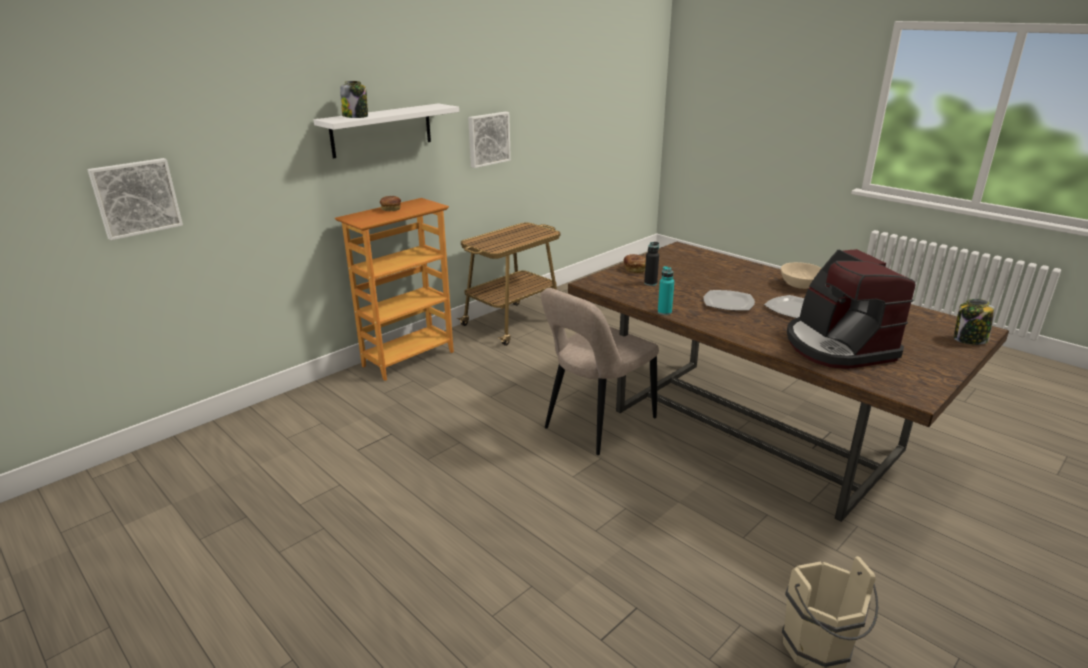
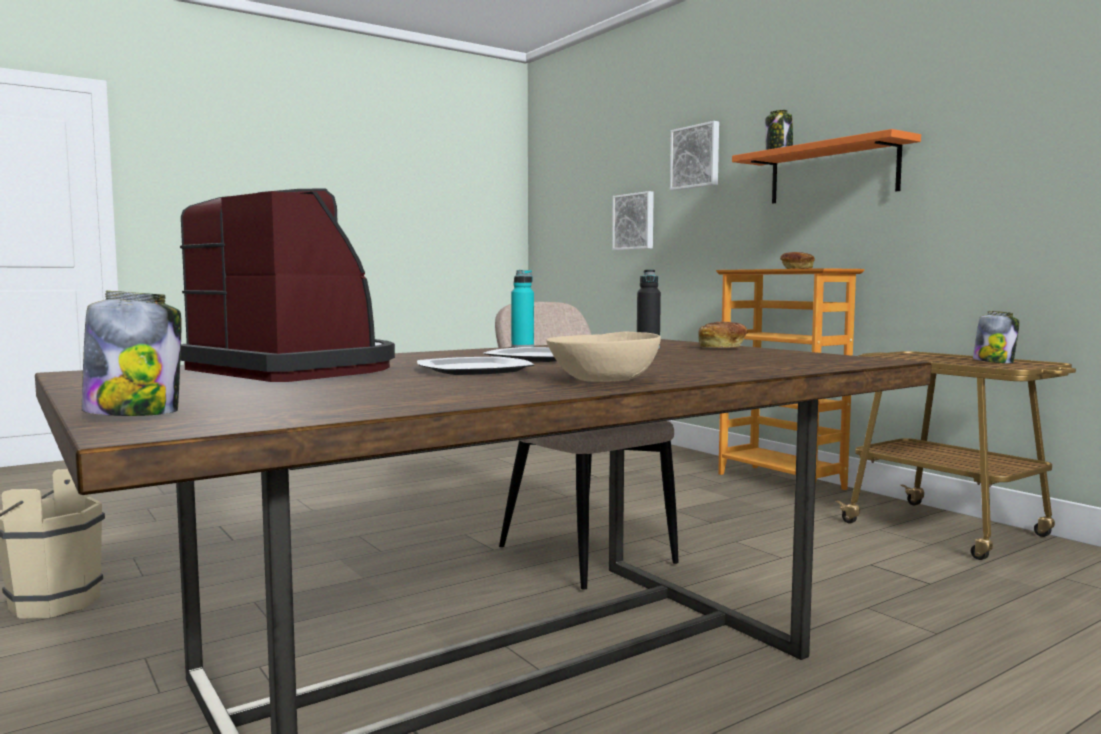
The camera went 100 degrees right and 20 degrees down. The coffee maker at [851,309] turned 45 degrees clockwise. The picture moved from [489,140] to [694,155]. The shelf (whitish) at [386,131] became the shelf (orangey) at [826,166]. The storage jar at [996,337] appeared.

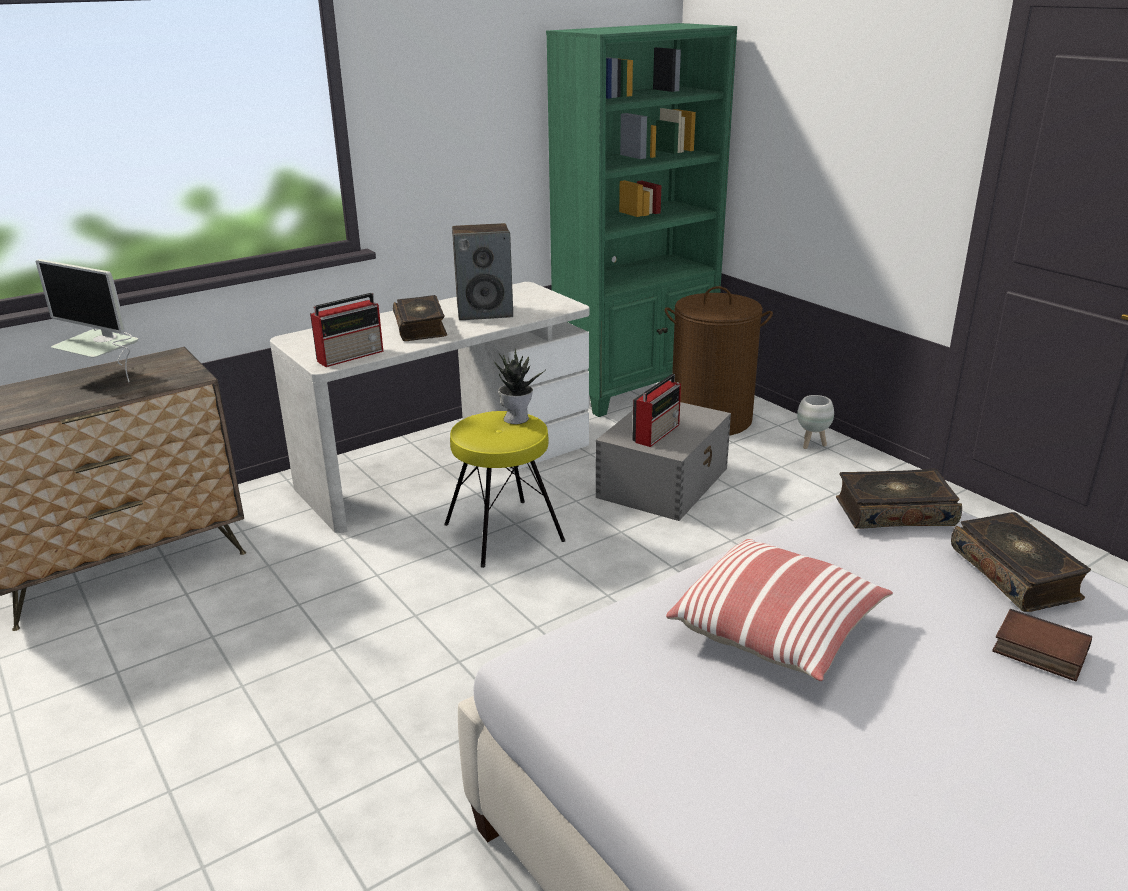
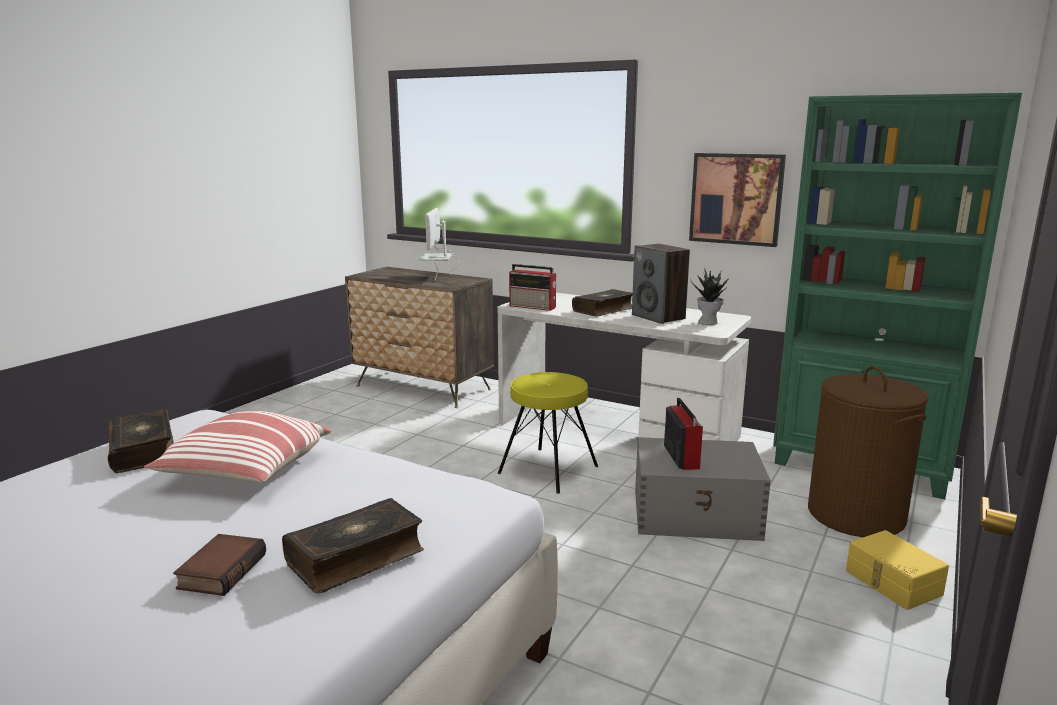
The camera went 65 degrees right and 10 degrees down. The volume moved from [899,498] to [141,440]. The radio receiver at [656,410] turned 105 degrees counterclockwise. The picture at [737,200] appeared. The potted plant moved from [518,386] to [710,296]. The flower pot (whitish) at [815,422] was replaced by the storage bin (yellow) at [897,570].

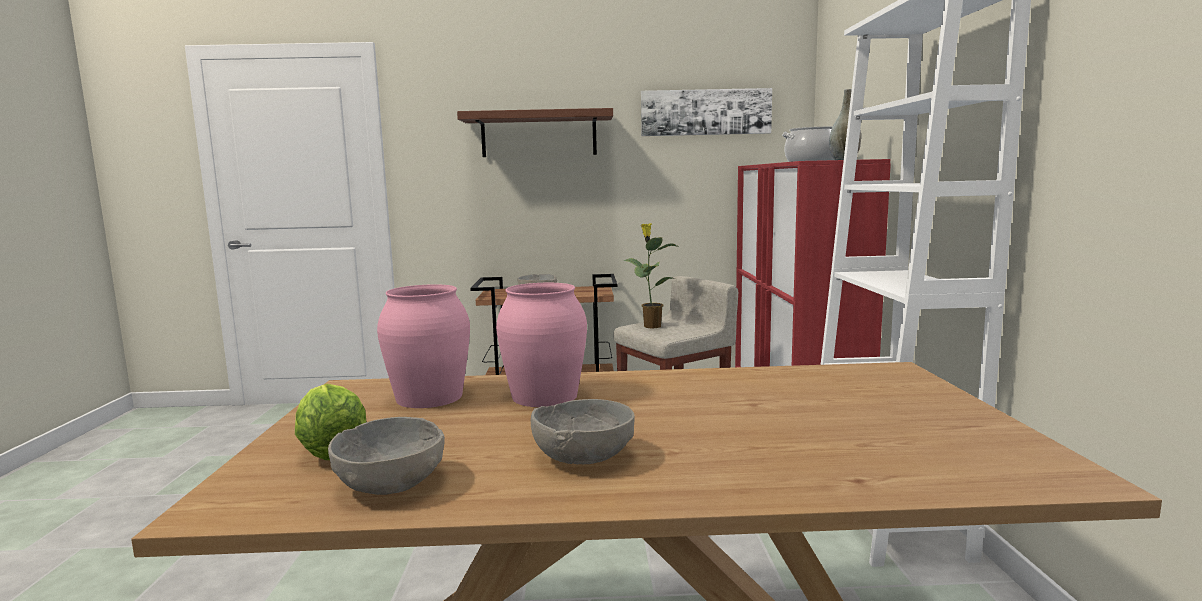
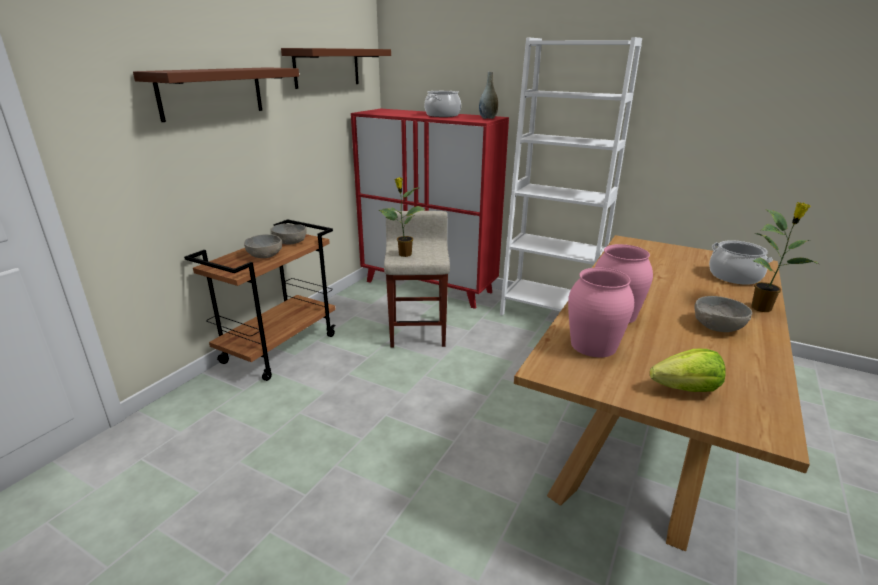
The camera went 60 degrees left and 15 degrees up. The bowl (greyish) moved from [386,456] to [289,234]. The picture at [706,112] was replaced by the shelf (brown-coloured) at [336,68]. The saucepot at [741,262] appeared. The potted plant at [785,257] appeared.

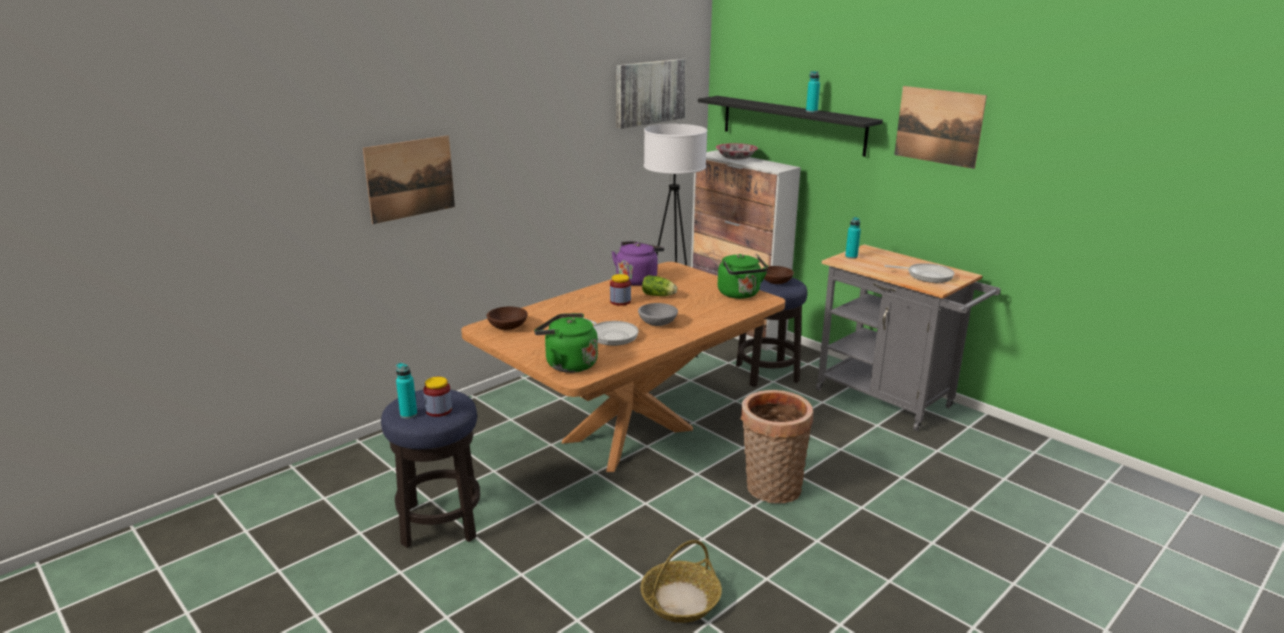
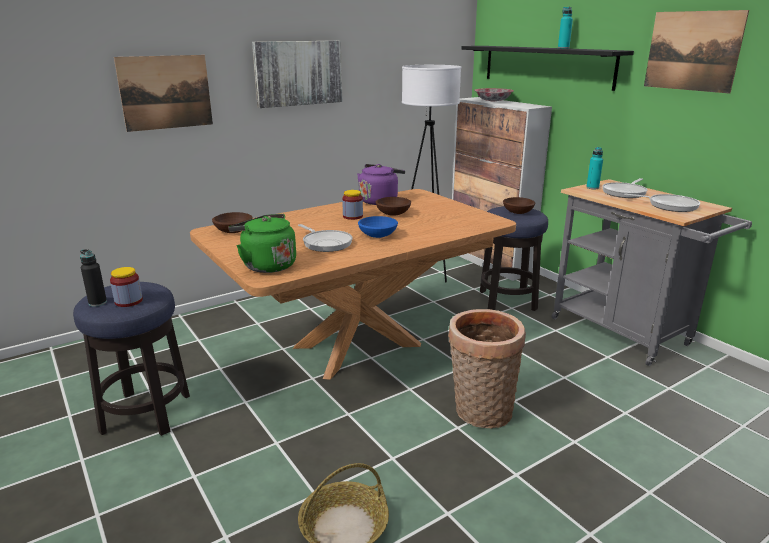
The camera went 10 degrees right and 0 degrees up. The bottle (turquoise) at [406,391] became the bottle (blackish) at [93,278]. The picture moved from [652,94] to [297,74]. The bowl (greyish) at [658,314] became the bowl (blue) at [378,227]. The lettuce head at [659,285] was replaced by the bowl (brown-coloured) at [393,206]. The frying pan at [625,188] appeared. The water kettle (green-coloured) at [743,276] disappeared.

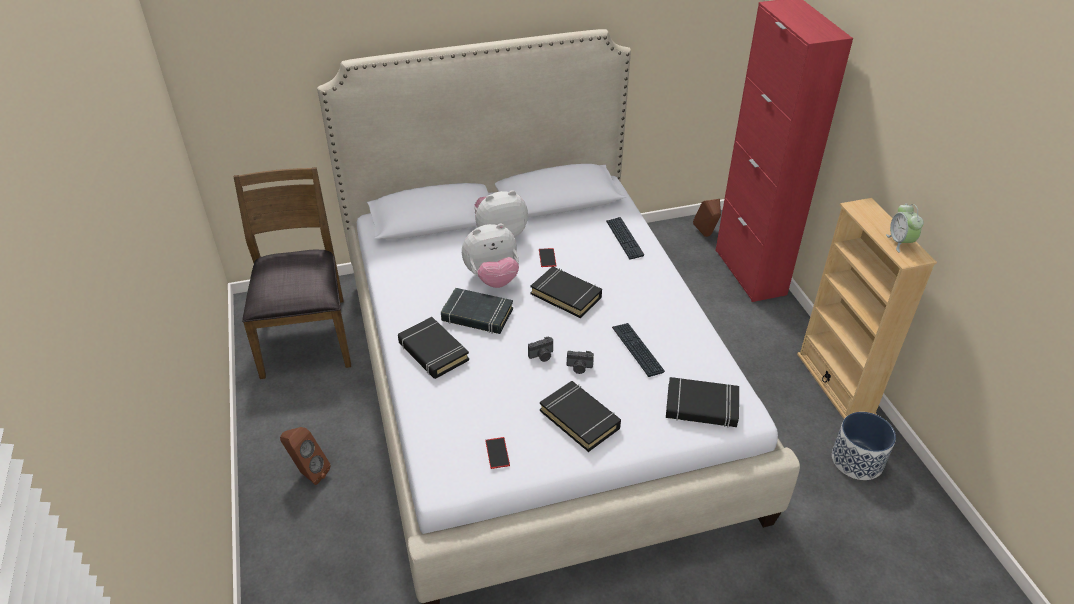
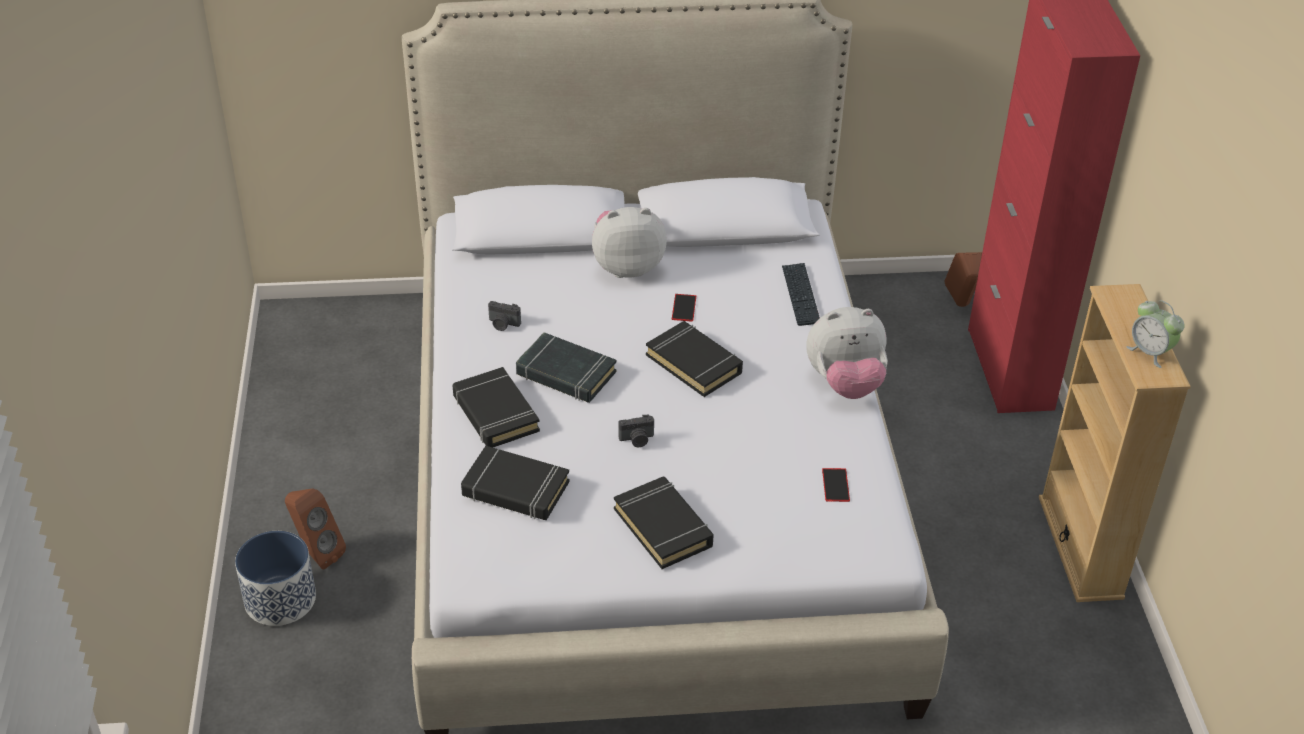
The camera went 10 degrees right and 0 degrees up. The flower pot moved from [864,446] to [275,578]. The volume (blackish) moved from [702,402] to [515,483]. The photo camera moved from [580,362] to [504,316]. The cuddly toy moved from [490,256] to [847,353]. The phone moved from [497,453] to [836,485]. The alarm clock at [905,228] turned 45 degrees counterclockwise. The chair (brown-coloured) at [292,273] disappeared. The PC keyboard at [638,350] disappeared.

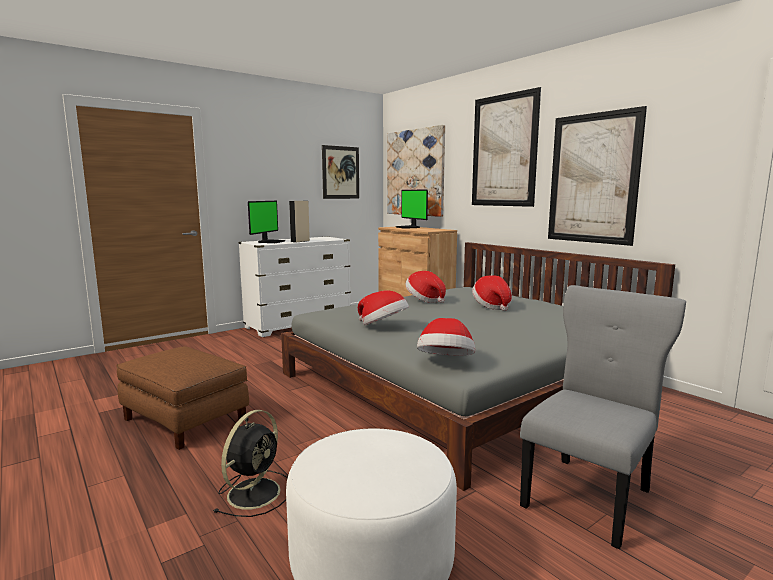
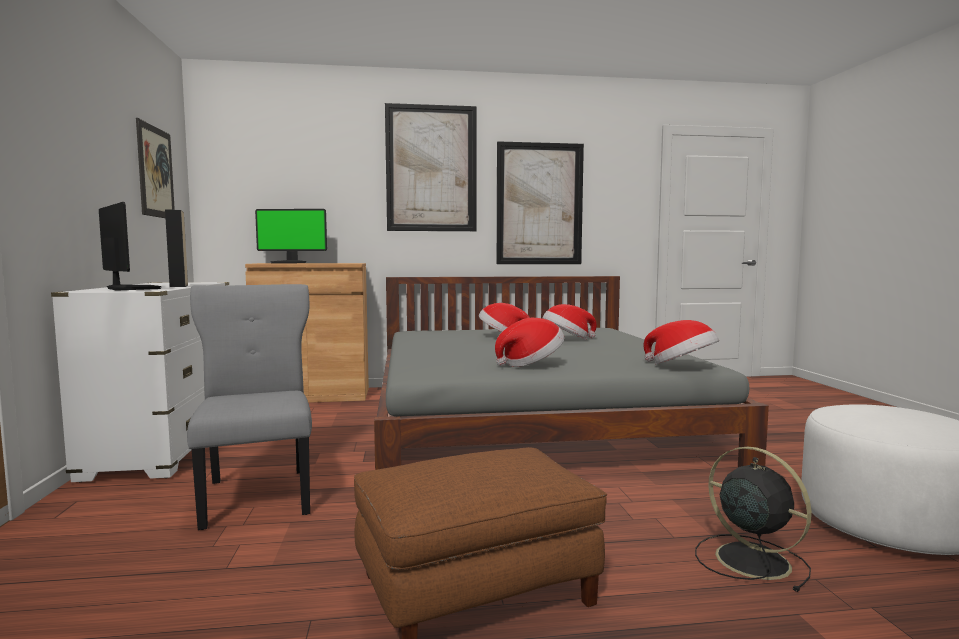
The camera went 60 degrees left and 5 degrees down. The chair (greyish) moved from [603,417] to [249,407]. The clothing hat moved from [425,287] to [570,322]. The picture at [416,171] disappeared.

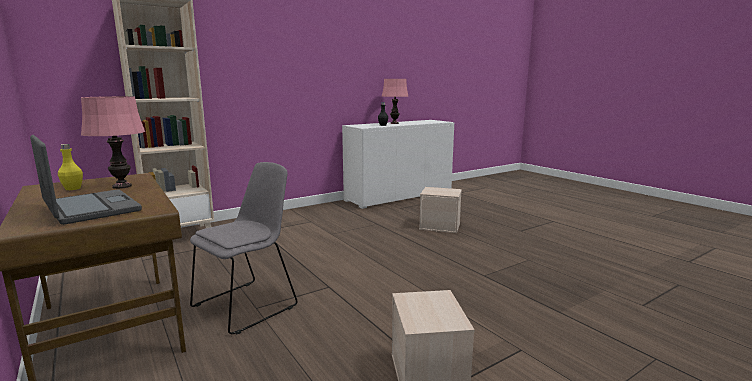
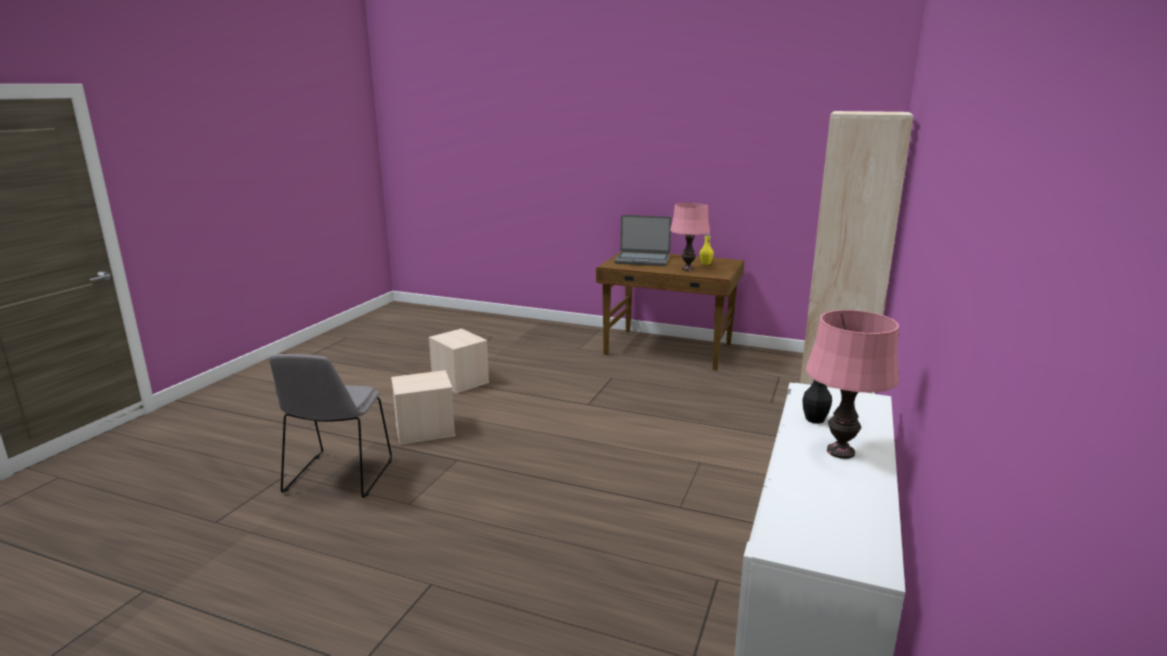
The camera went 145 degrees right and 5 degrees up. The chair (greyish) moved from [243,248] to [330,426]. The storage bin (beige) moved from [440,210] to [423,407].

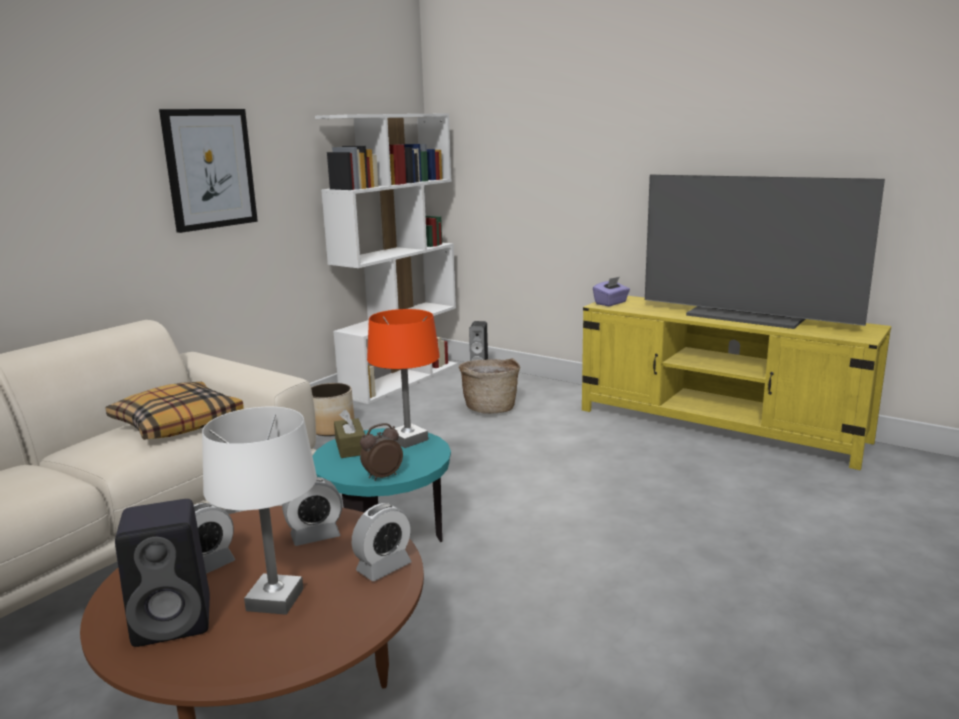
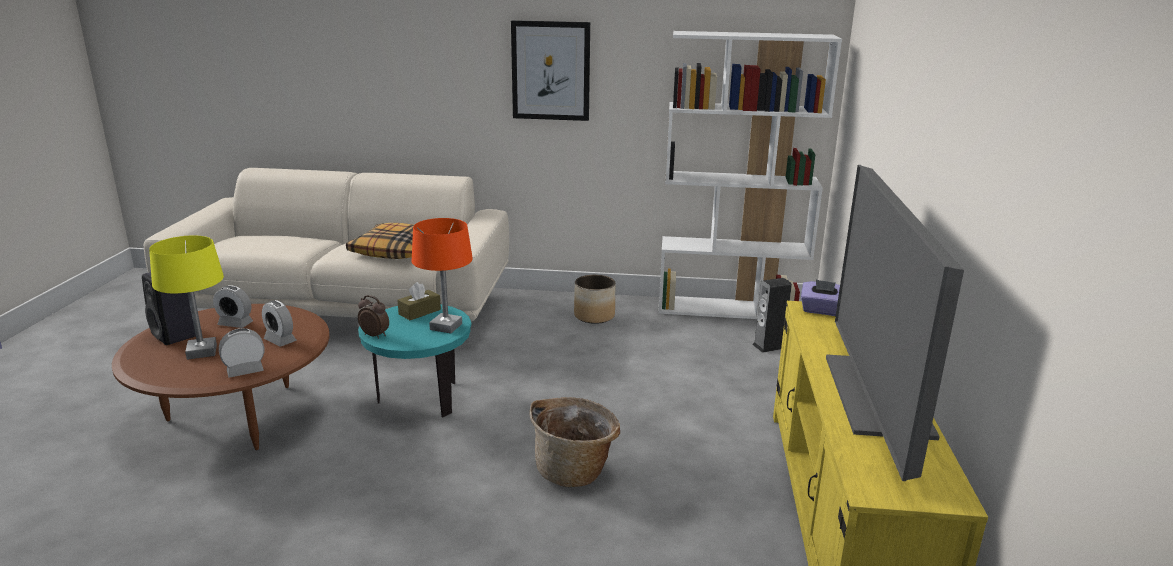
The camera went 60 degrees right and 5 degrees up. The tabletop lamp (whitish) at [259,511] became the tabletop lamp (yellow) at [186,297]. The alarm clock at [382,542] turned 135 degrees clockwise. The household basket moved from [489,386] to [574,442].

